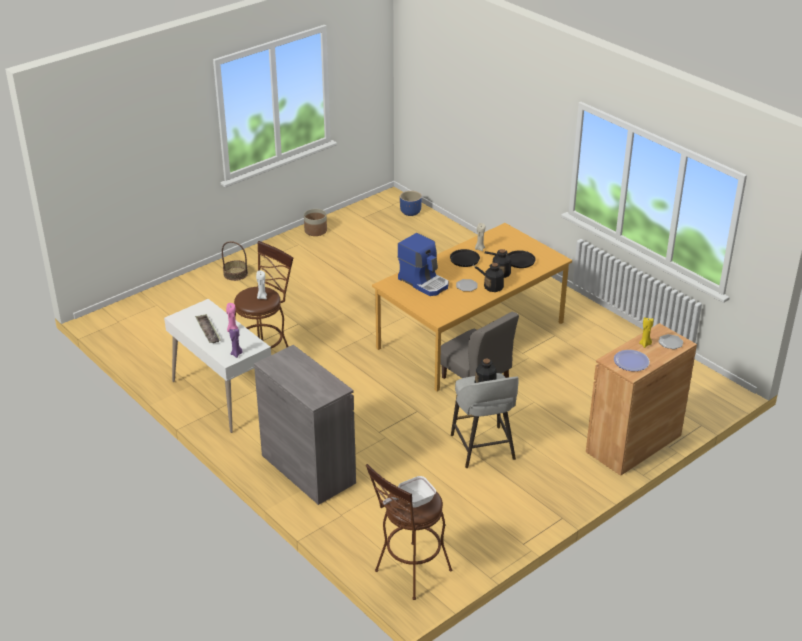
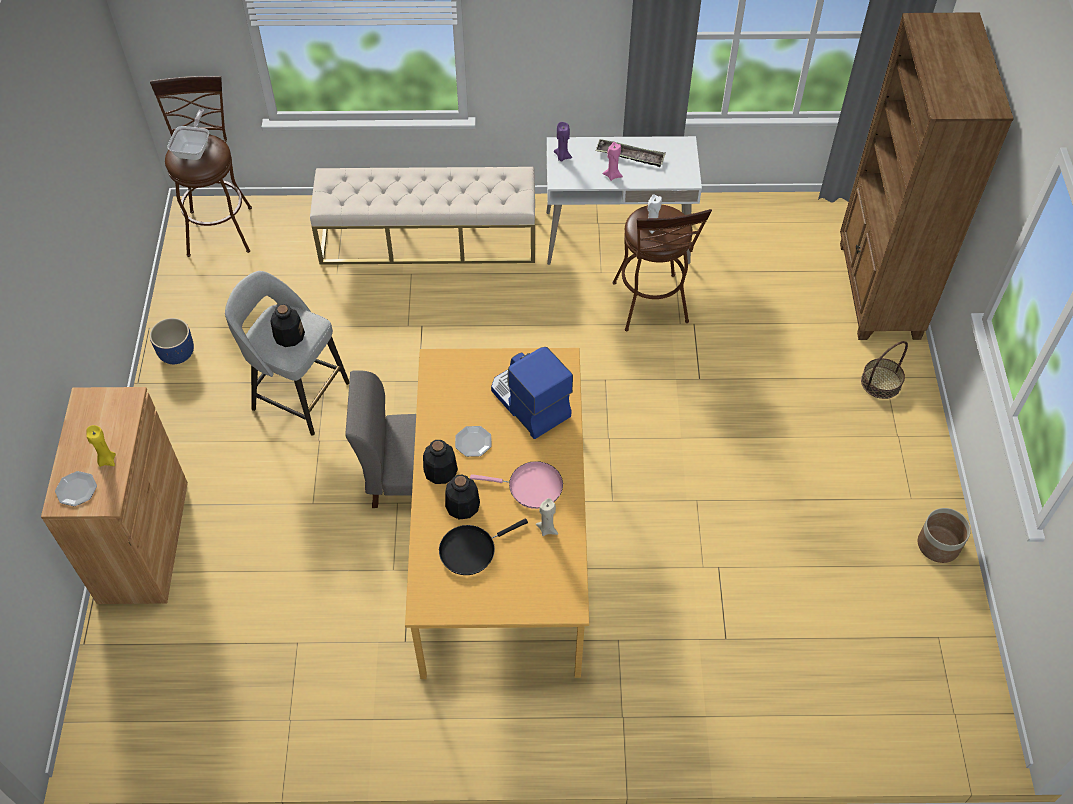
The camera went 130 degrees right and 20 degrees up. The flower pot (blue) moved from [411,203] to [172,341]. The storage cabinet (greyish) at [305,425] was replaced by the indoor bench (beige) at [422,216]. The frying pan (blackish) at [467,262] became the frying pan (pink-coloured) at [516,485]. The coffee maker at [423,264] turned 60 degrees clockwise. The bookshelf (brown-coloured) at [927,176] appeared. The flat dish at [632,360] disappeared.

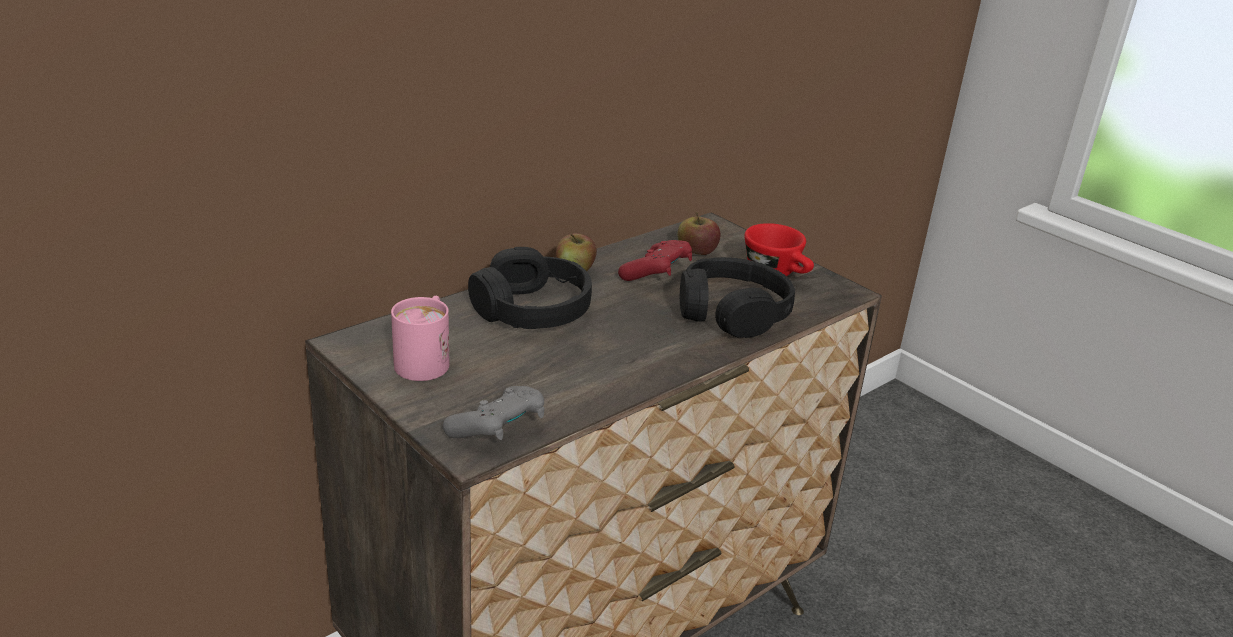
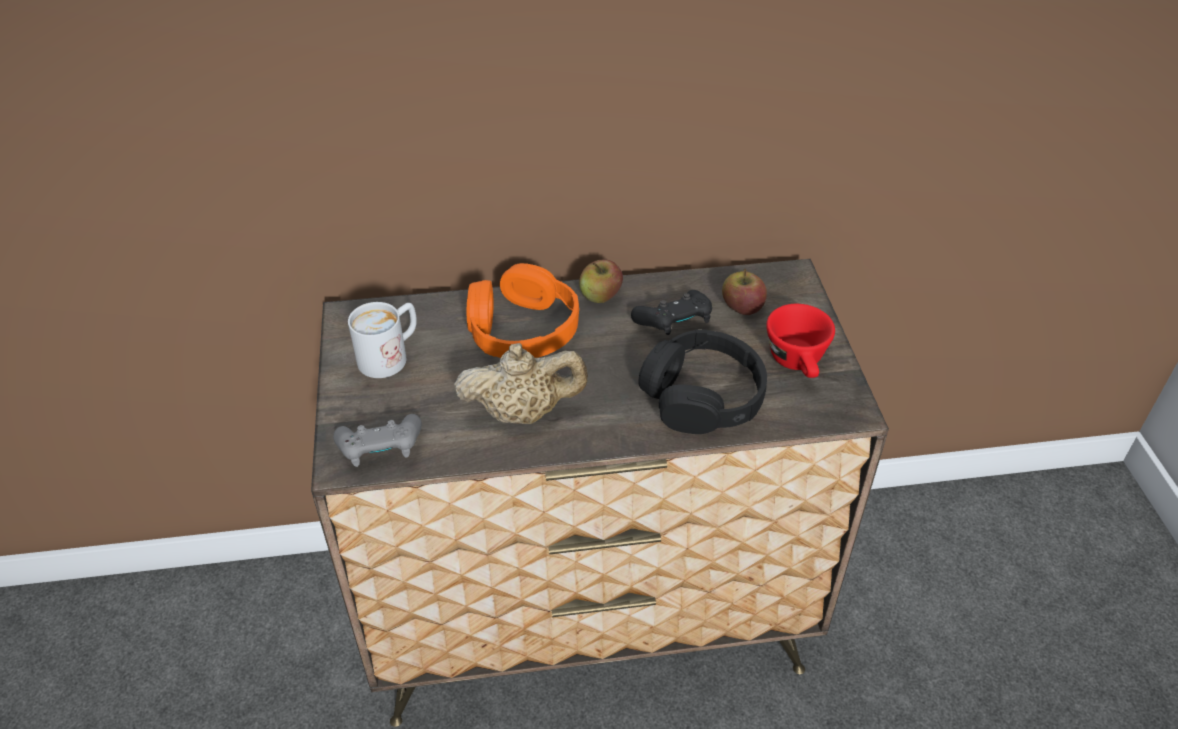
The camera went 35 degrees right and 15 degrees up. The mug (pink-coloured) at [420,338] became the mug (whitish) at [382,340]. The teapot (beige) at [521,383] appeared. The headset (blackish) at [530,288] became the headset (orangey) at [523,310]. The joypad (red-coloured) at [655,260] became the joypad (blackish) at [671,312].

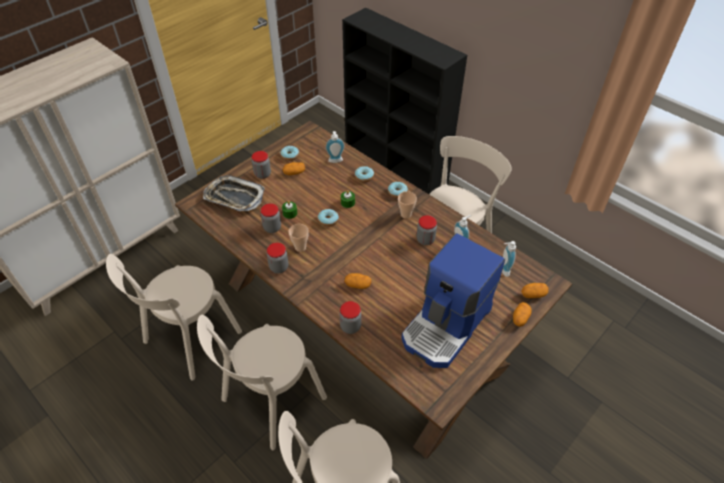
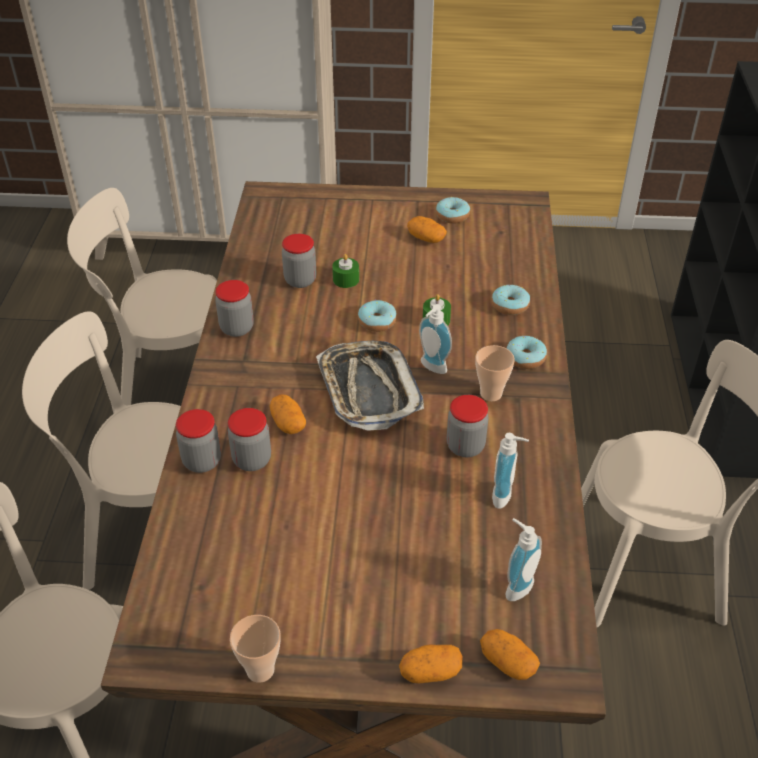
The camera went 50 degrees right and 5 degrees down. The storage jar moved from [261,165] to [249,439]. The cup moved from [299,238] to [255,649]. The serving tray moved from [234,193] to [370,386]. The soap bottle moved from [335,147] to [435,339]. The coffee maker at [453,300] disappeared.

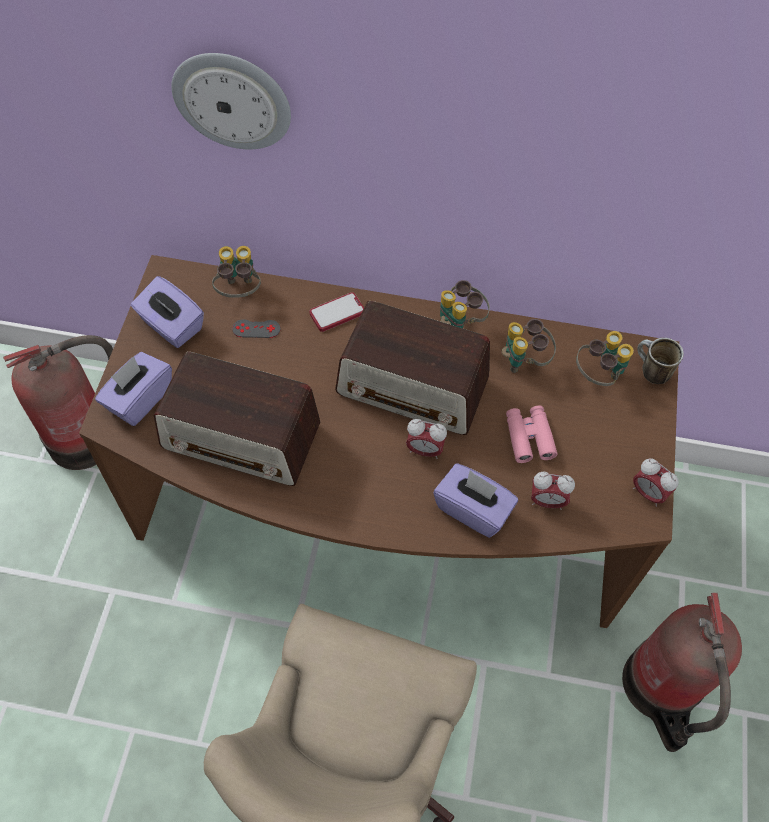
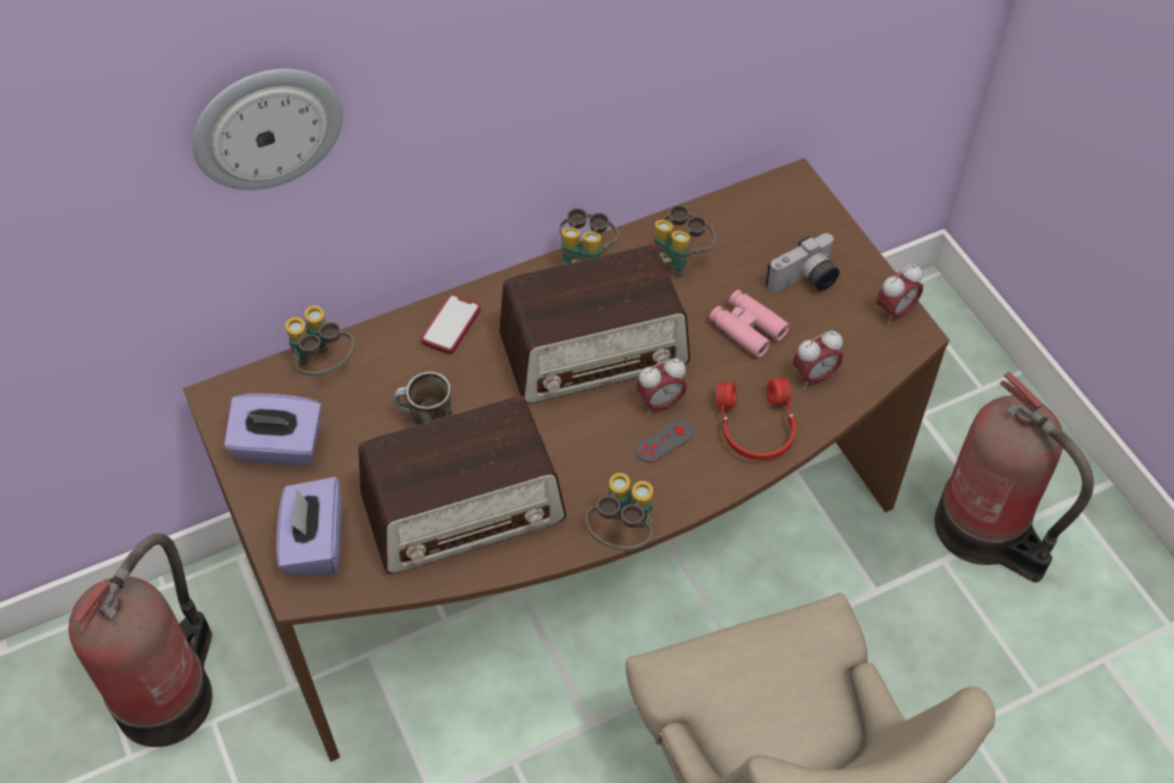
The camera went 35 degrees left and 5 degrees down. The mug moved from [660,361] to [423,398]. The binoculars moved from [605,358] to [619,512]. The joypad (greyish) moved from [256,328] to [664,441]. The tissue holder (purple-coloured) at [476,500] was replaced by the headset (red-coloured) at [756,419]. The photo camera at [803,263] appeared. The alarm clock at [656,482] turned 45 degrees counterclockwise.

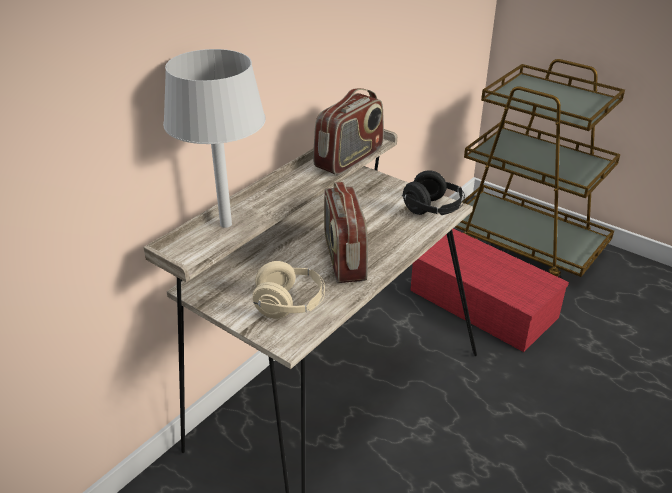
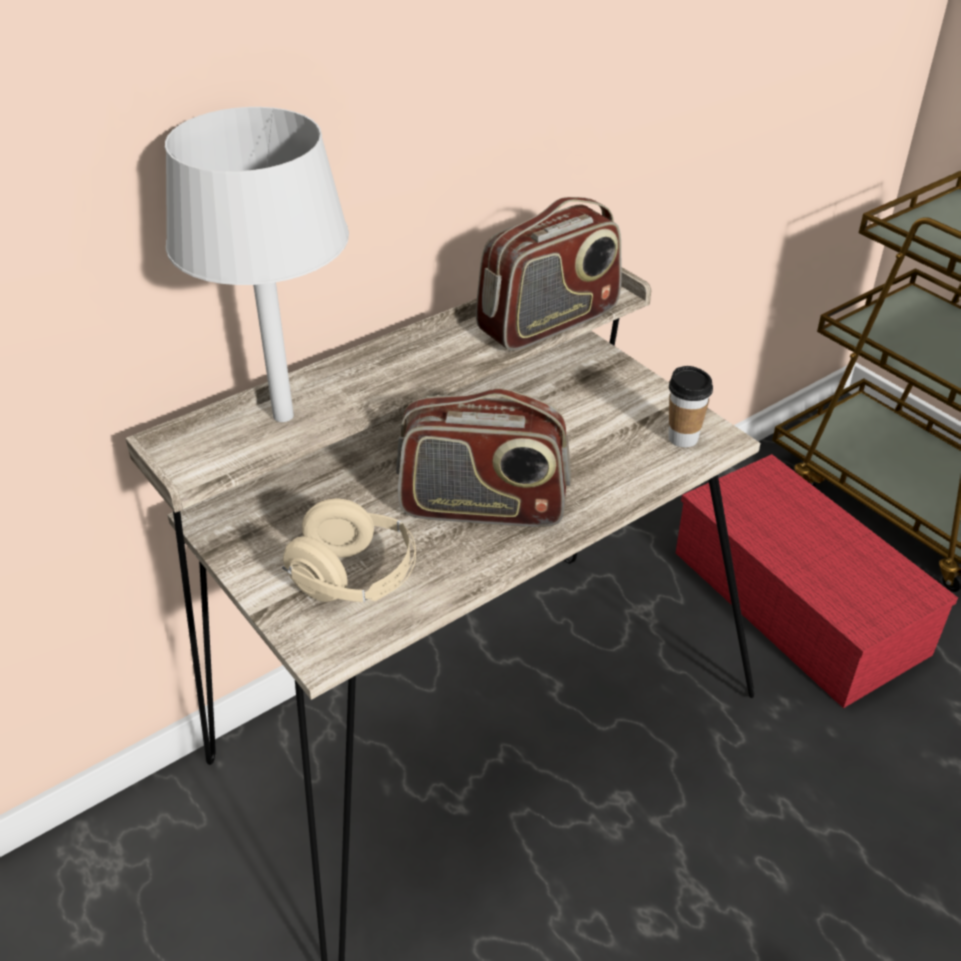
The camera went 15 degrees right and 5 degrees up. The radio receiver at [346,232] turned 90 degrees counterclockwise. The headset (blackish) at [433,192] was replaced by the cup at [690,407].

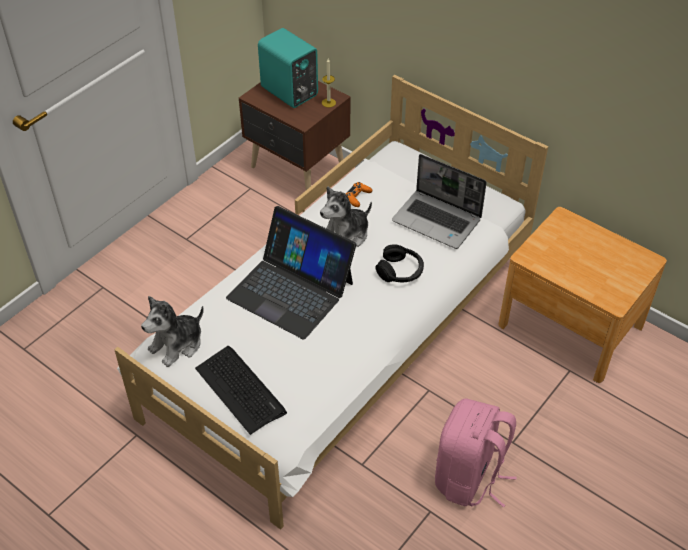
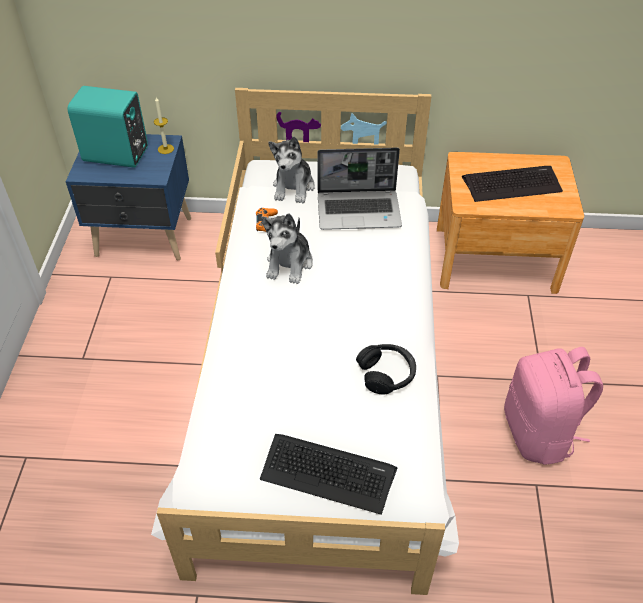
The camera went 35 degrees left and 0 degrees up. The bedside table (brown-coloured) at [295,135] became the bedside table (blue) at [128,197]. The cuddly toy moved from [172,331] to [291,169]. The headset (blackish) moved from [399,263] to [386,369]. The PC keyboard at [512,184] appeared. The notebook computer at [291,273] disappeared.

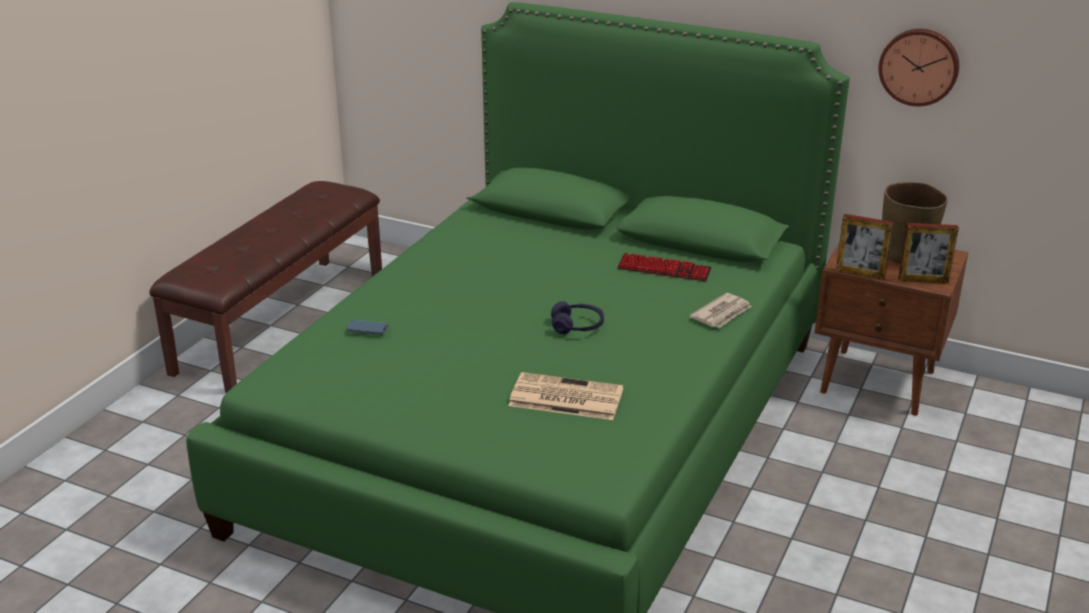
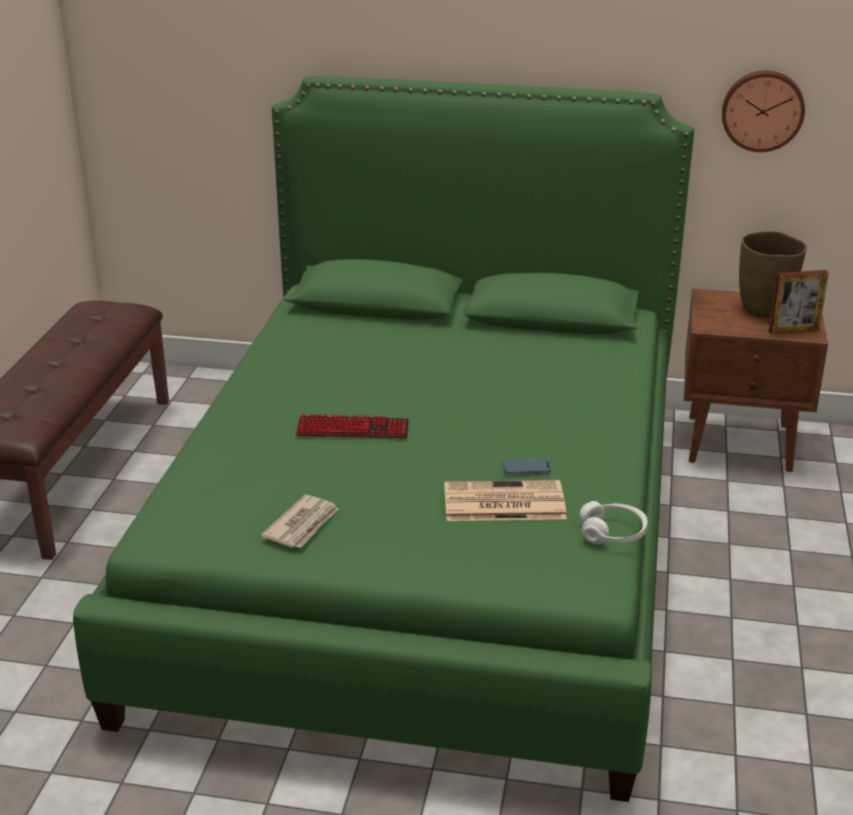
The camera went 15 degrees left and 0 degrees up. The daily paper moved from [720,310] to [300,521]. The PC keyboard moved from [664,267] to [352,426]. The phone moved from [367,327] to [527,467]. The headset (whitish) at [613,522] appeared. The headset (purple-coloured) at [577,317] disappeared. The picture frame at [865,247] disappeared.

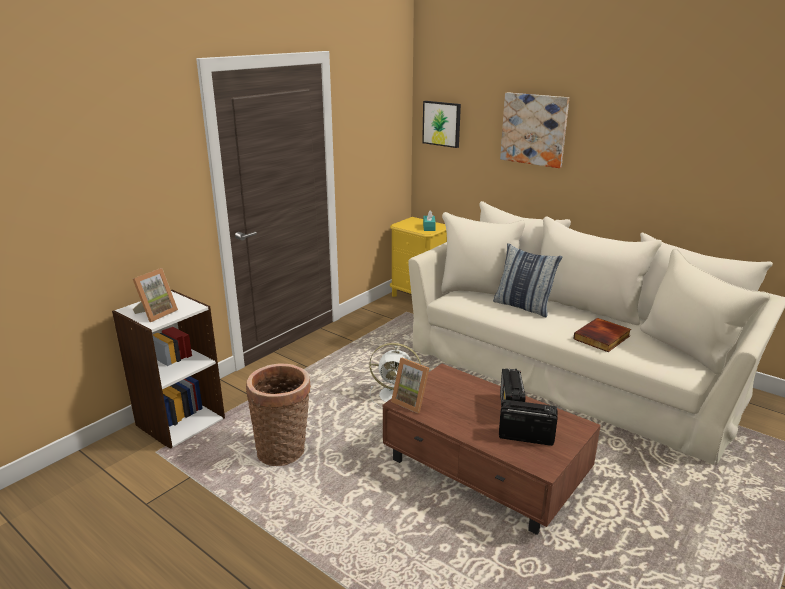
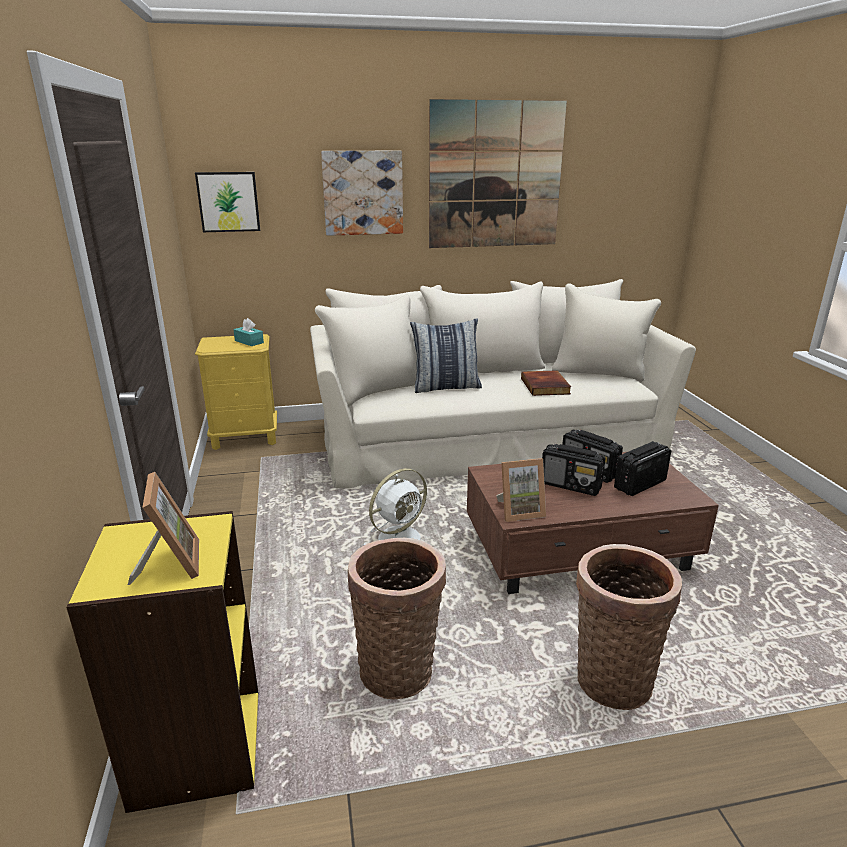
The camera went 50 degrees left and 0 degrees up. The bookshelf (whitish) at [168,369] became the bookshelf (yellow) at [162,662]. The picture at [498,173] appeared. The radio receiver at [573,470] appeared. The household basket at [629,627] appeared.

